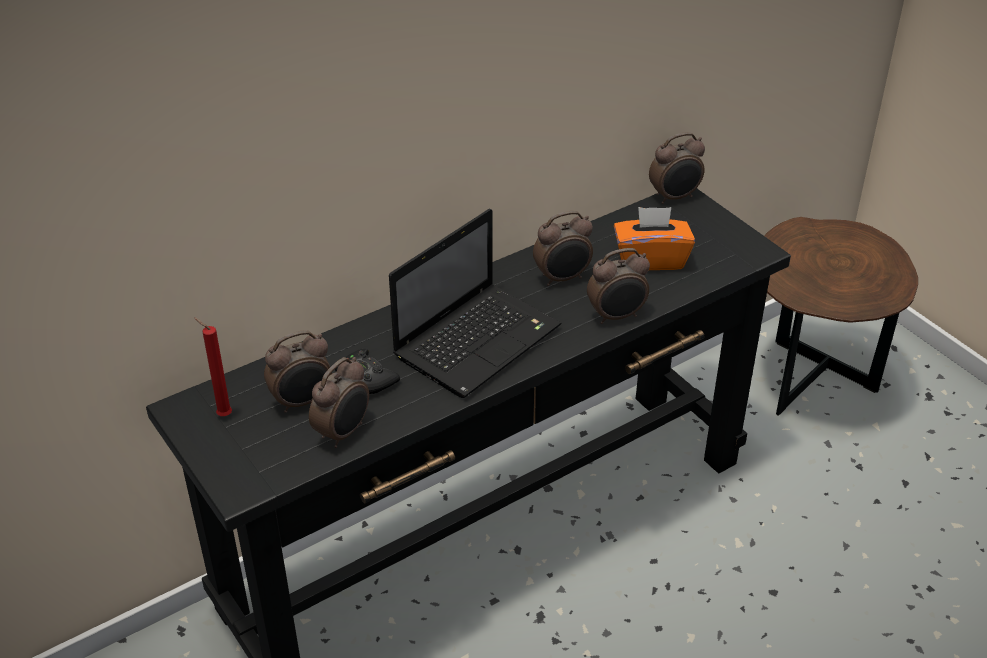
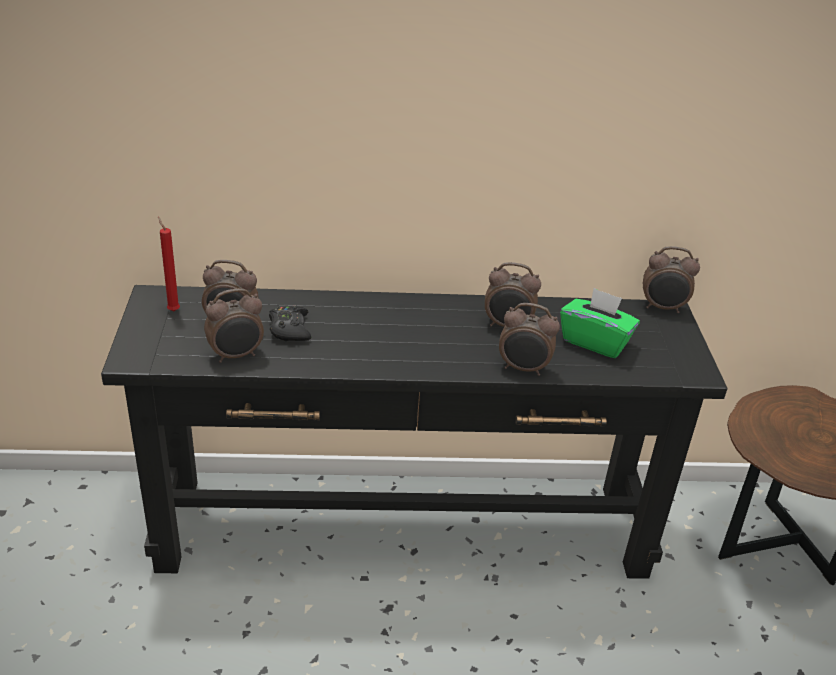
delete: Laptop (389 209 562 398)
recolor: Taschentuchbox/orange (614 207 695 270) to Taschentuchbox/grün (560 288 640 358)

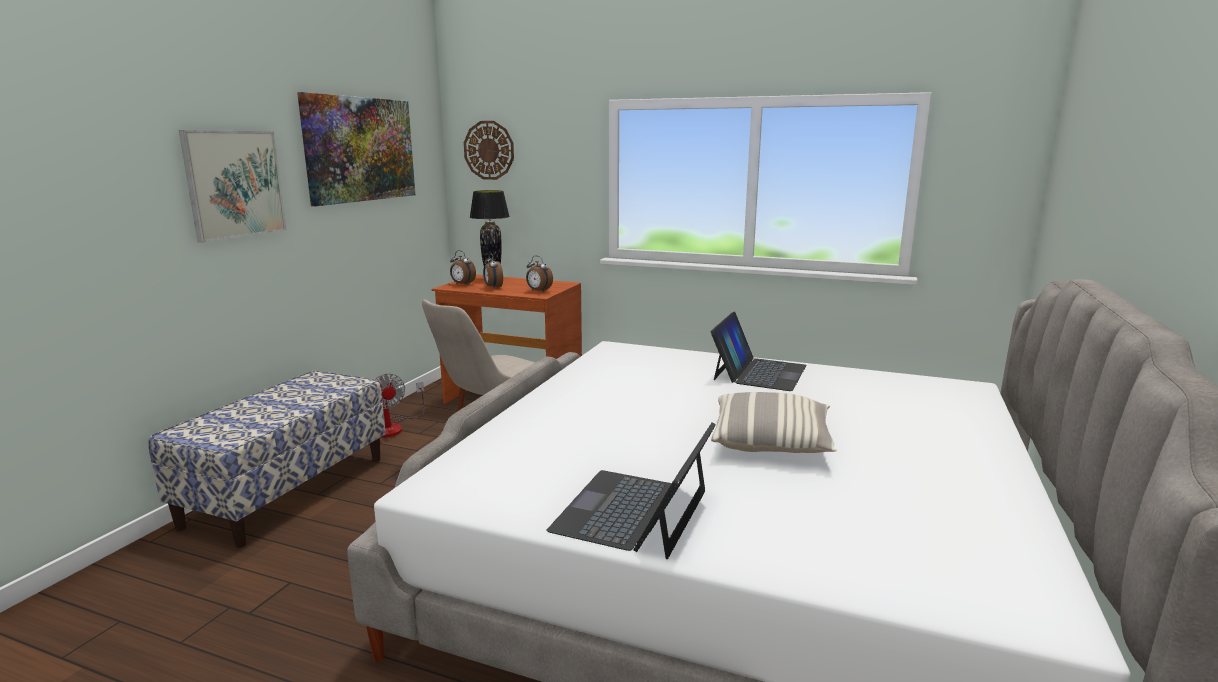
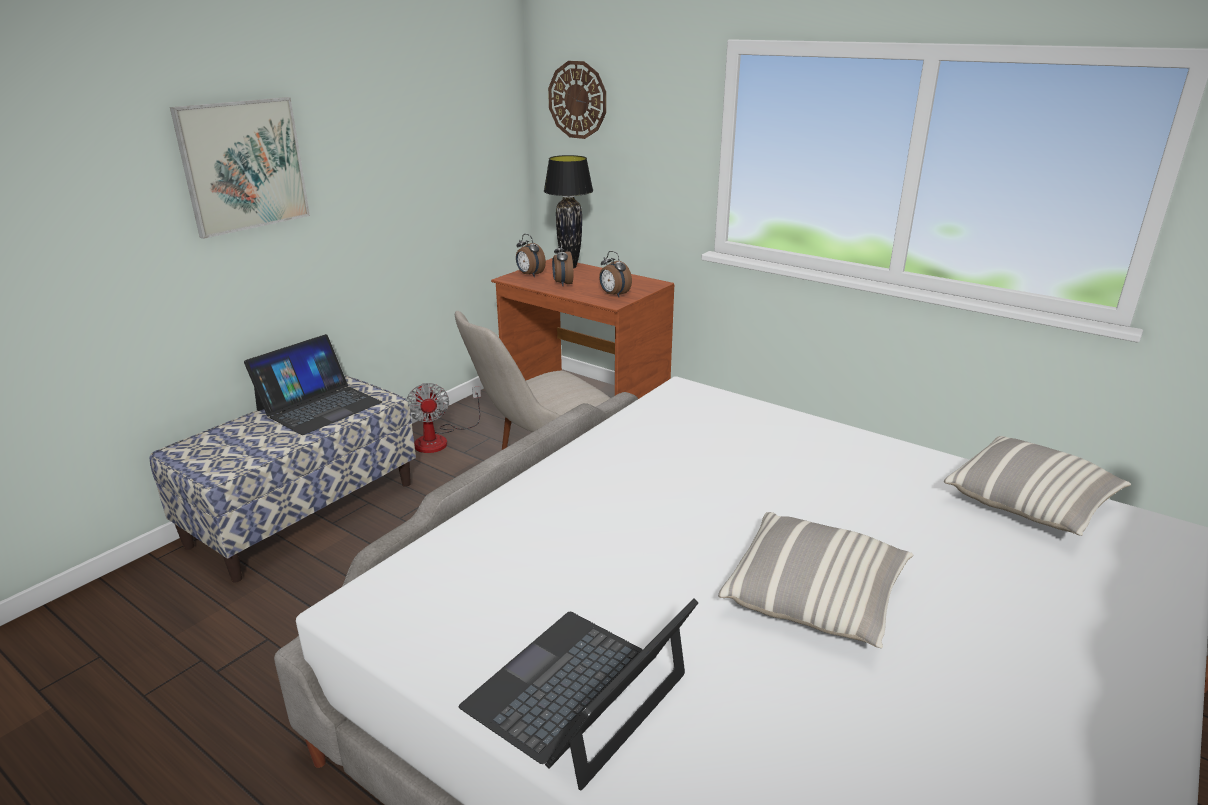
delete: Bild (297 92 415 206)
insert: Kissen (944 436 1131 536)
move: Laptop (711 311 806 391) to (244 334 382 435)

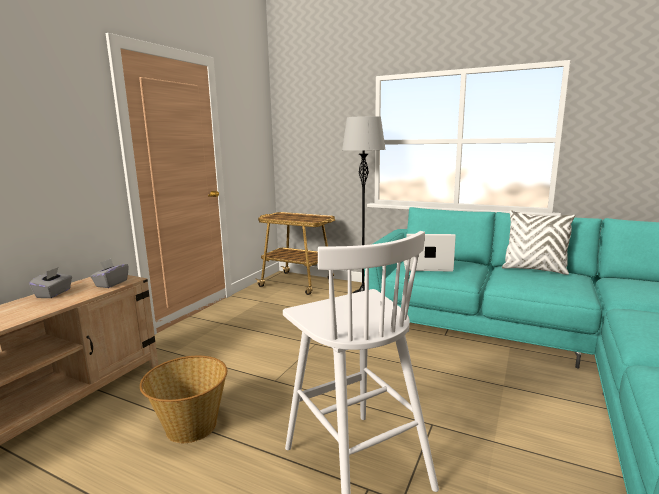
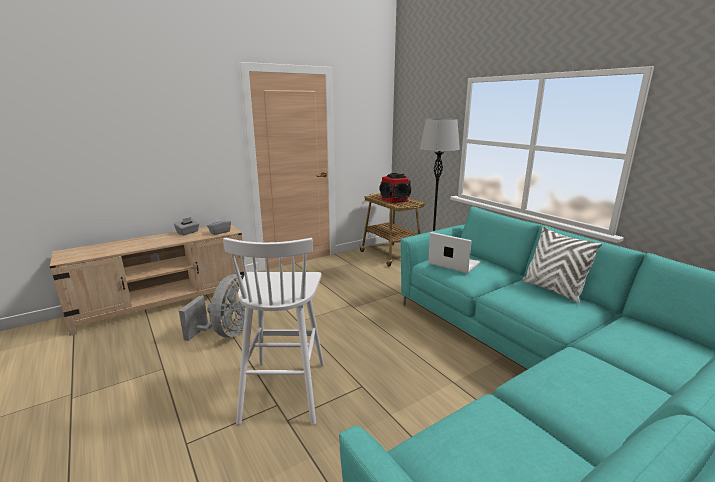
insert: Lautsprecher (379 173 411 203)
replace: Korb (140 356 227 443) to Ventilator/grau (179 274 245 341)

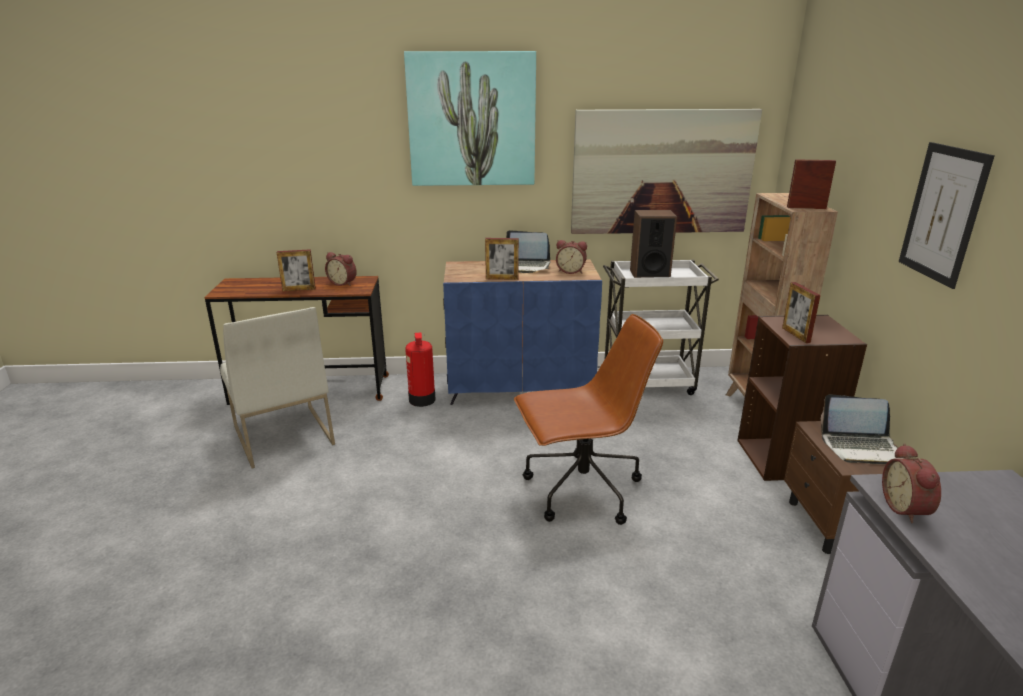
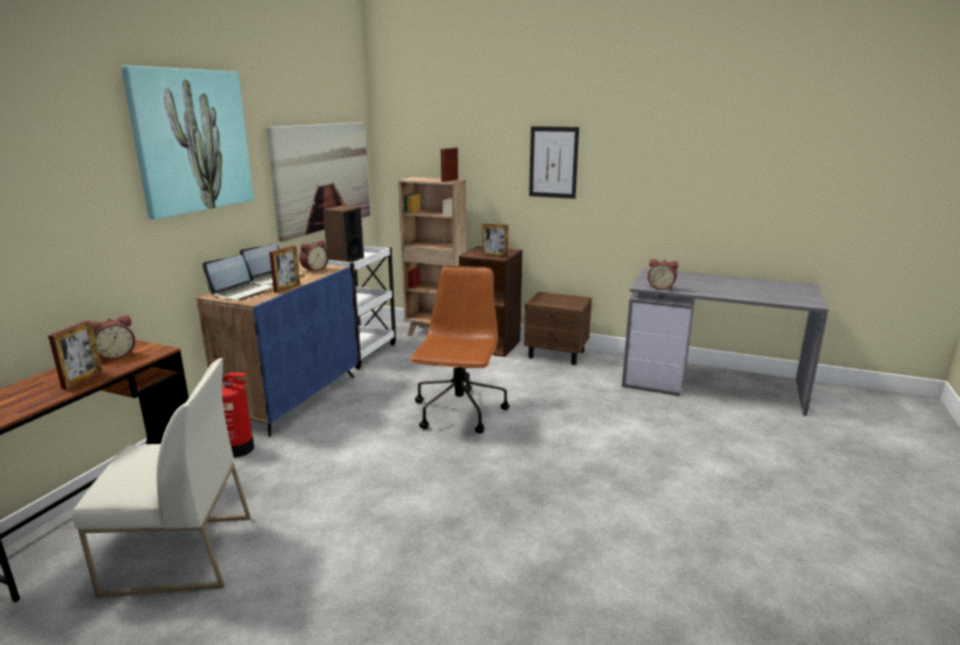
move: Laptop (821 394 898 464) to (202 255 273 300)

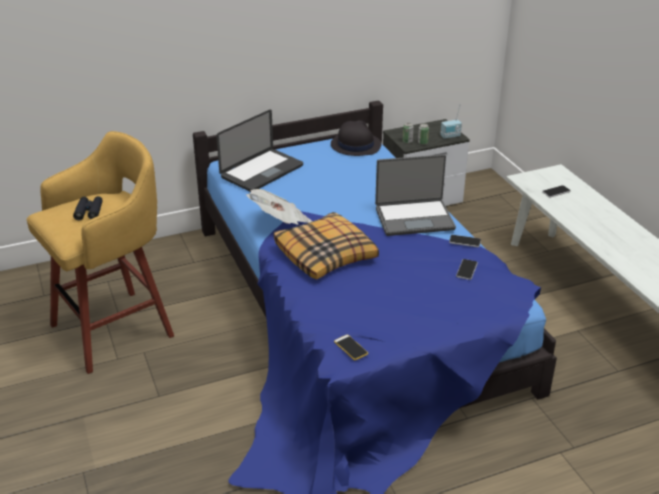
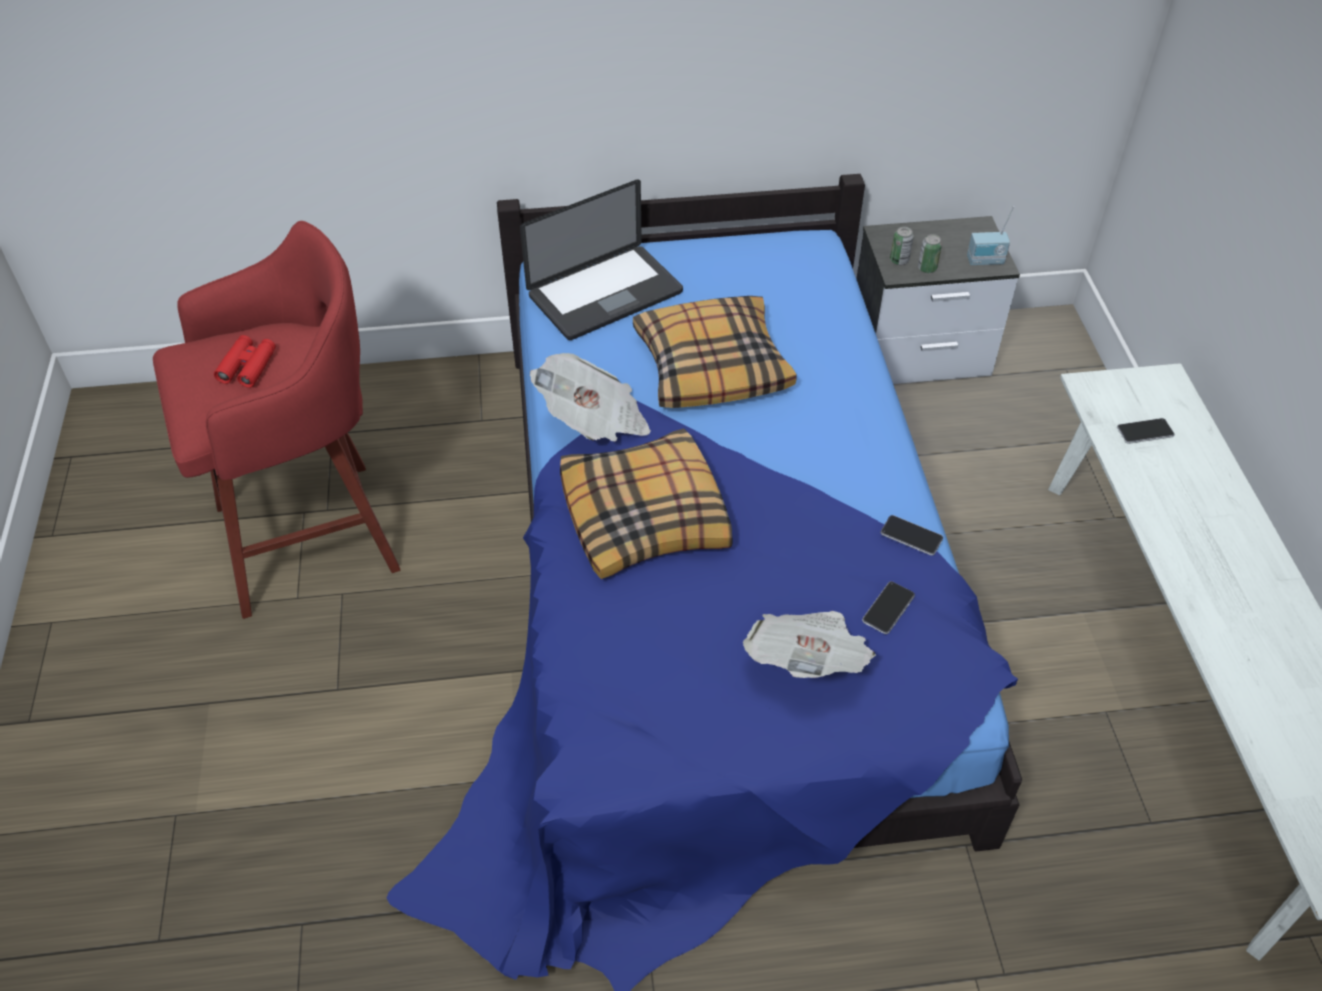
delete: Hut/schwarz (331 120 381 156); Handy (334 335 368 360); Laptop (375 154 456 236)
insert: Kissen (633 296 797 408); Zeitung (742 611 876 678)
recolor: Hocker/gelb (27 131 174 374) to Hocker/rot (153 221 400 619); Fernglas/schwarz (73 196 103 220) to Fernglas/rot (214 335 276 388)

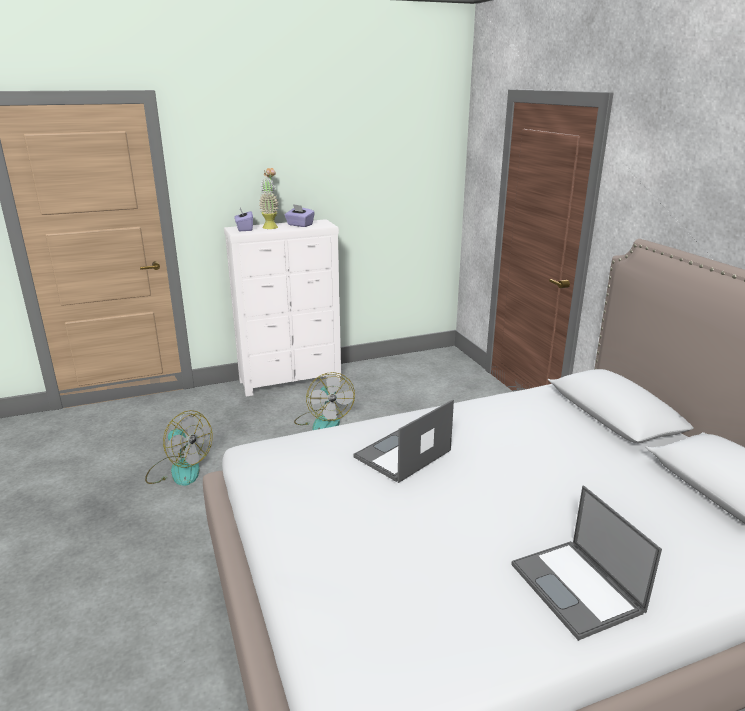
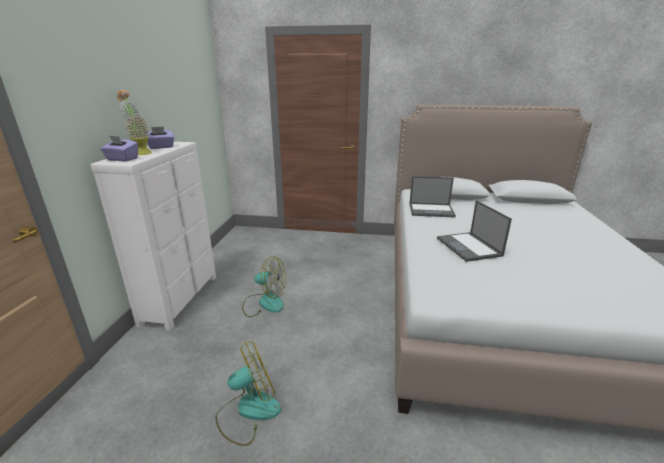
move: Laptop (511 485 662 641) to (409 176 456 218)

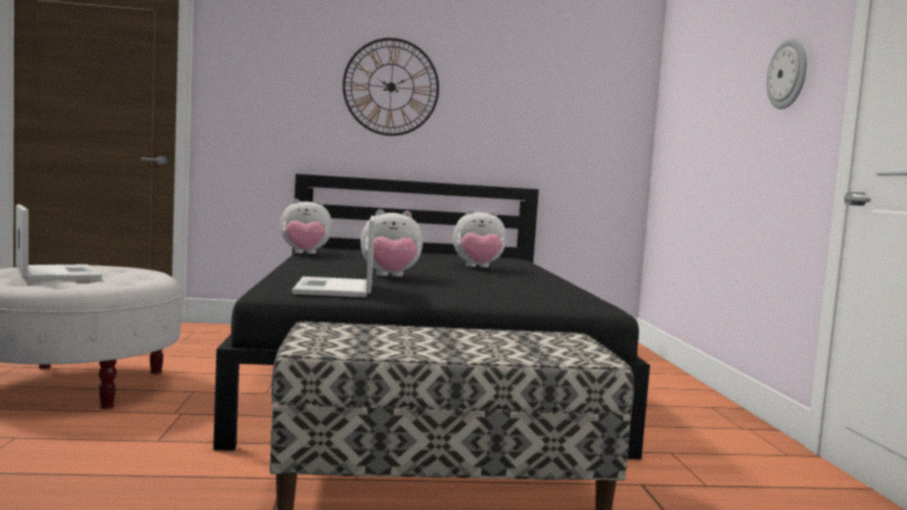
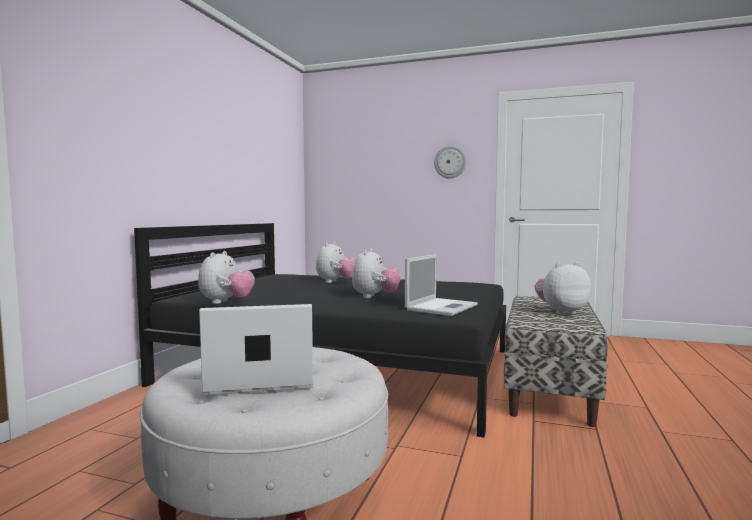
delete: Wanduhr (343 38 439 136)
insert: Plüschtier (534 262 591 315)
rotate: Laptop (292 216 375 297) = (405 254 478 316) 75 degrees counterclockwise

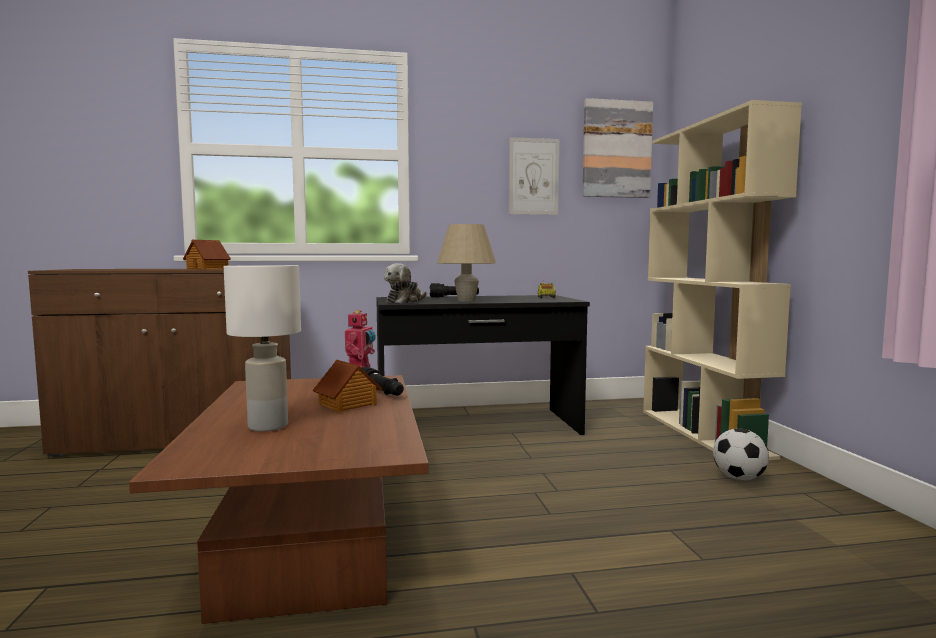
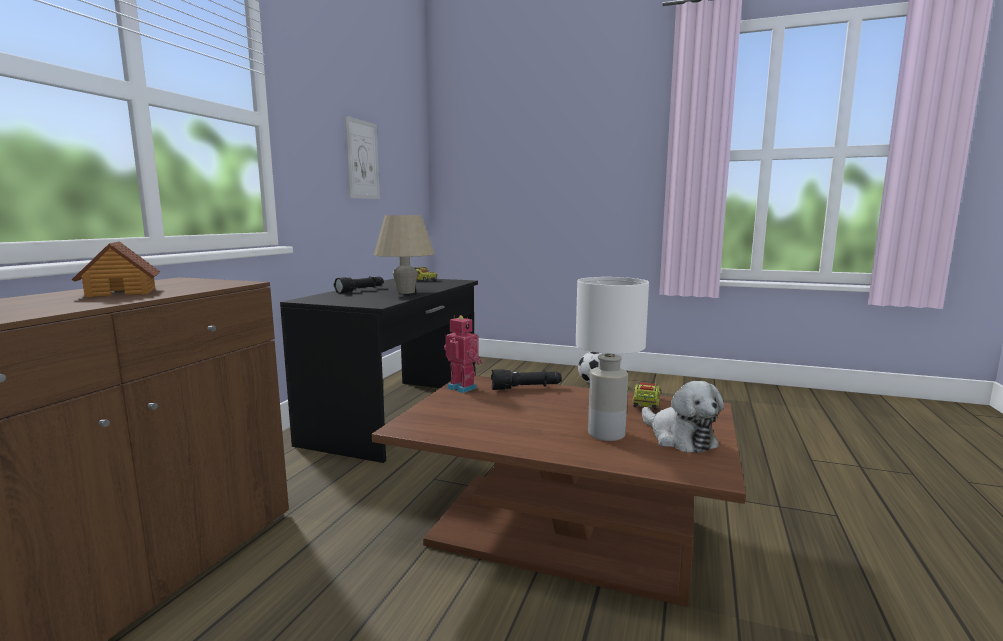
delete: Spielzeughaus (313 360 382 412); Bild (582 98 653 198); Bücherregal/beige (643 100 802 460)
insert: Spielzeuglaster (632 381 661 410)
move: Plüschtier (384 263 427 303) to (642 381 724 453)

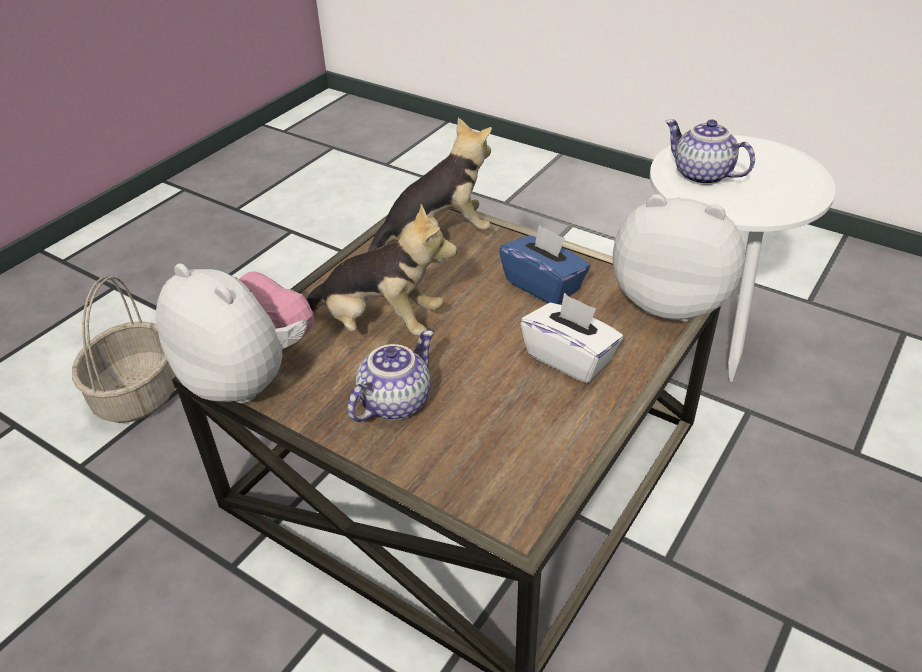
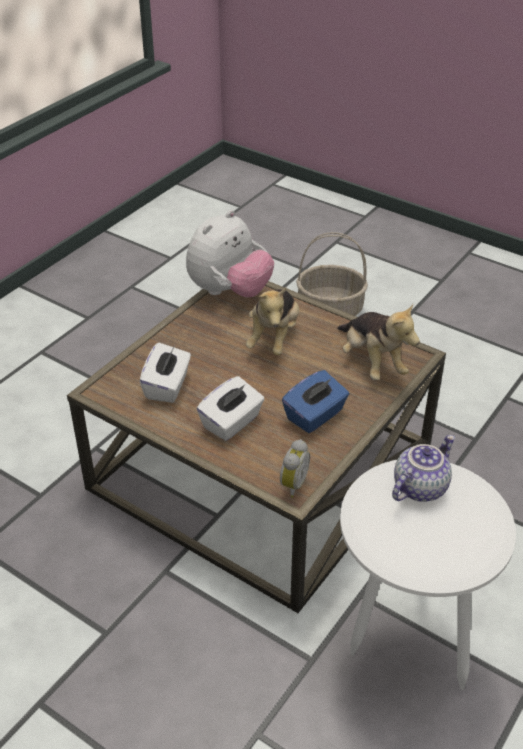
delete: Teekanne (347 330 434 422)
insert: Taschentuchbox/weiß (139 343 191 403)
replace: Plüschtier (613 194 745 322) to Wecker (280 439 310 498)

